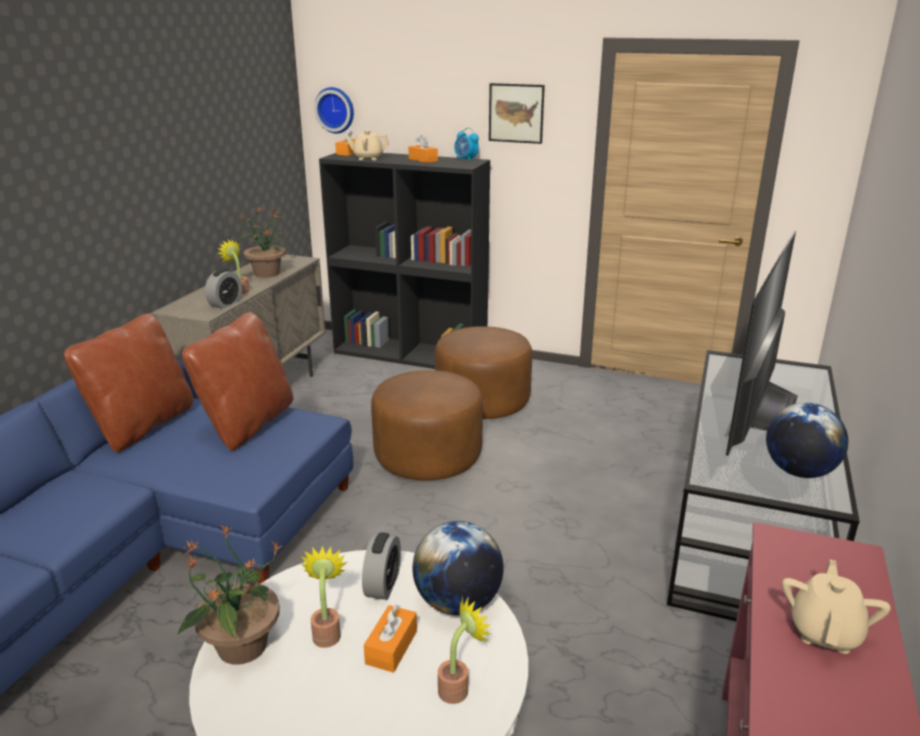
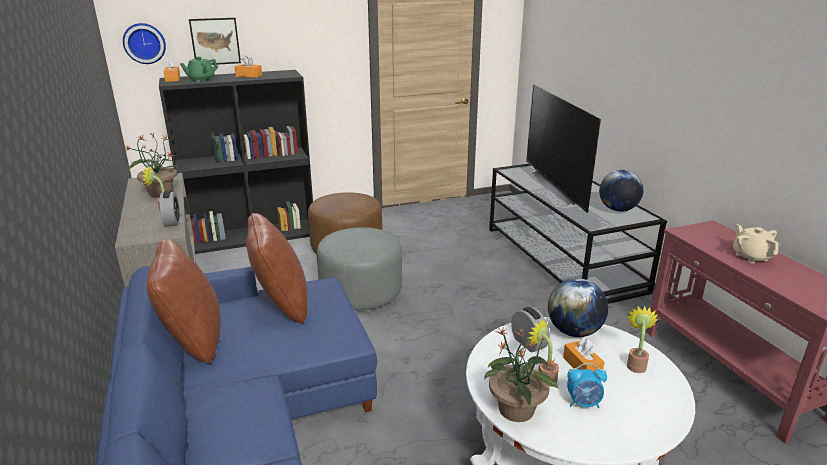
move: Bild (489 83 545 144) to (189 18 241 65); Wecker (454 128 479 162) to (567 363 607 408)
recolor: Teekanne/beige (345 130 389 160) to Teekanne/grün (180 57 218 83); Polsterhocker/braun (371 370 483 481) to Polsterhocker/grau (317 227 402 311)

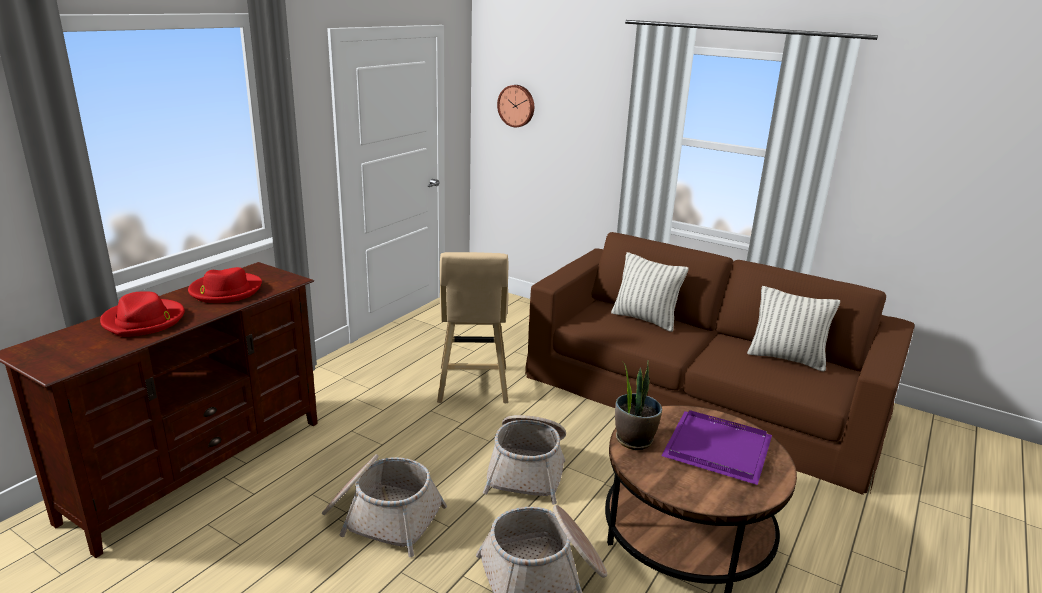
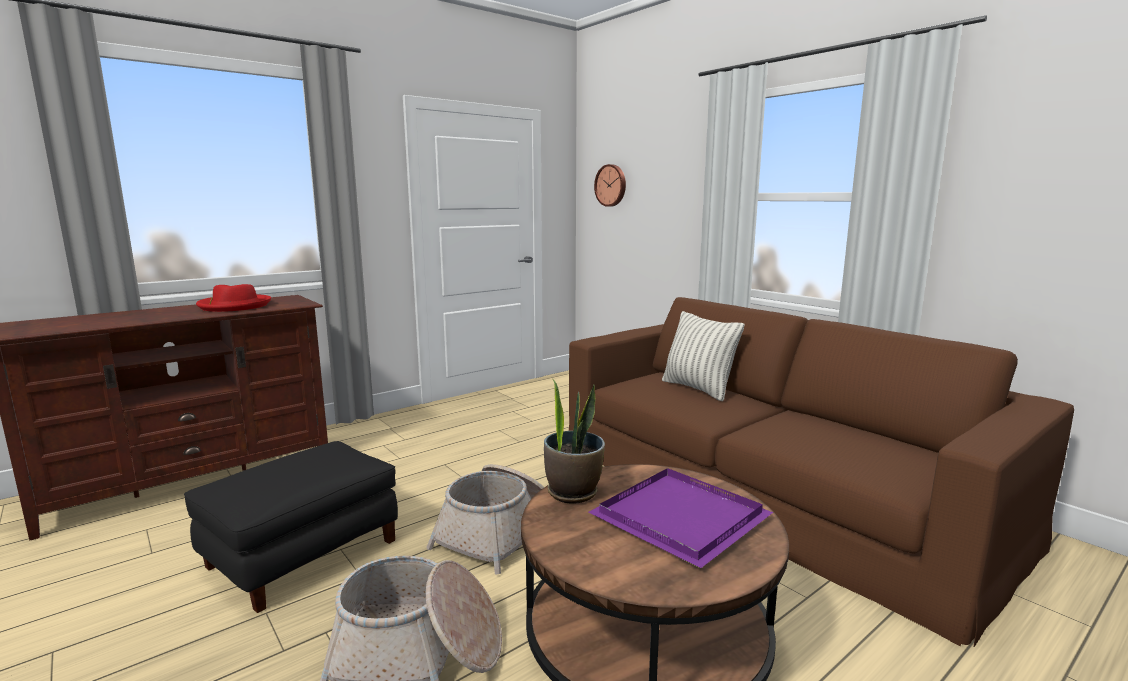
delete: Hut/rot (100 291 185 337); Hocker/beige (437 252 509 403); Kissen (747 286 840 372)
replace: Korb (322 454 447 557) to Polsterhocker/schwarz (184 441 398 613)

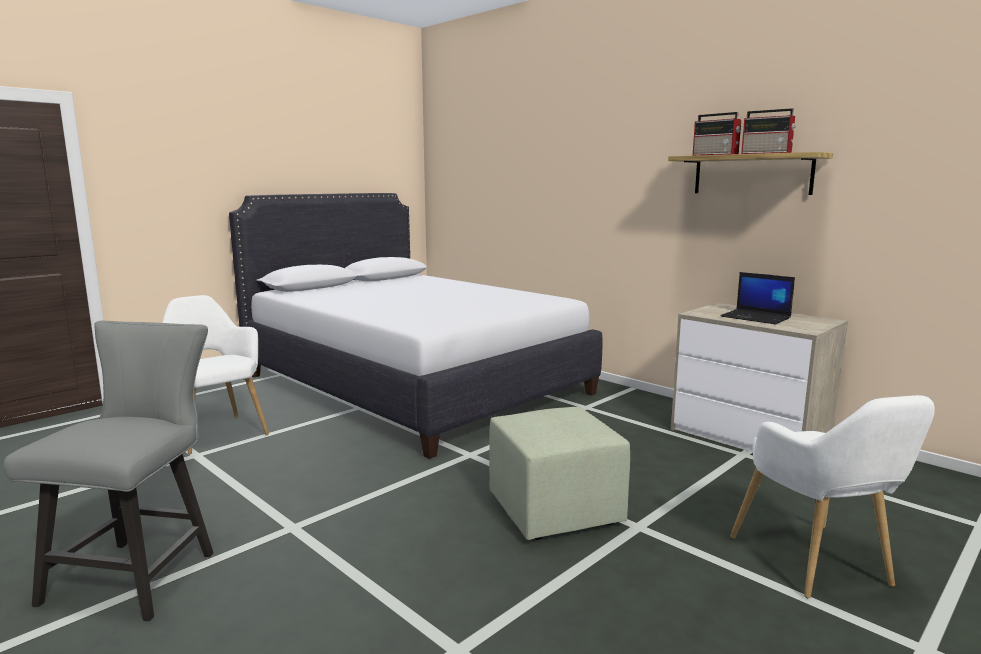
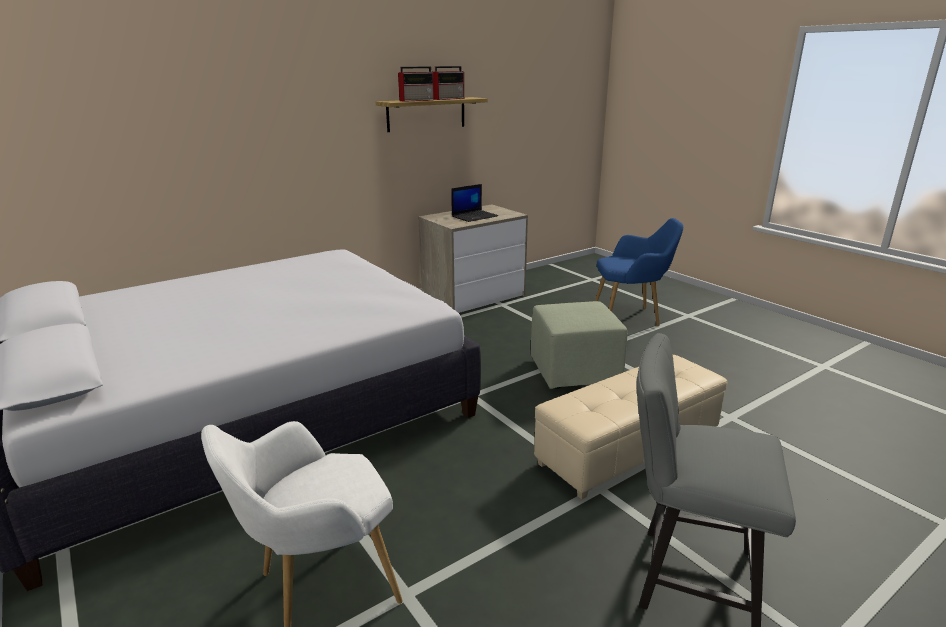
insert: Polsterhocker/beige (534 355 727 499)
recolor: Sessel/weiß (730 395 935 598) to Sessel/blau (595 218 683 326)

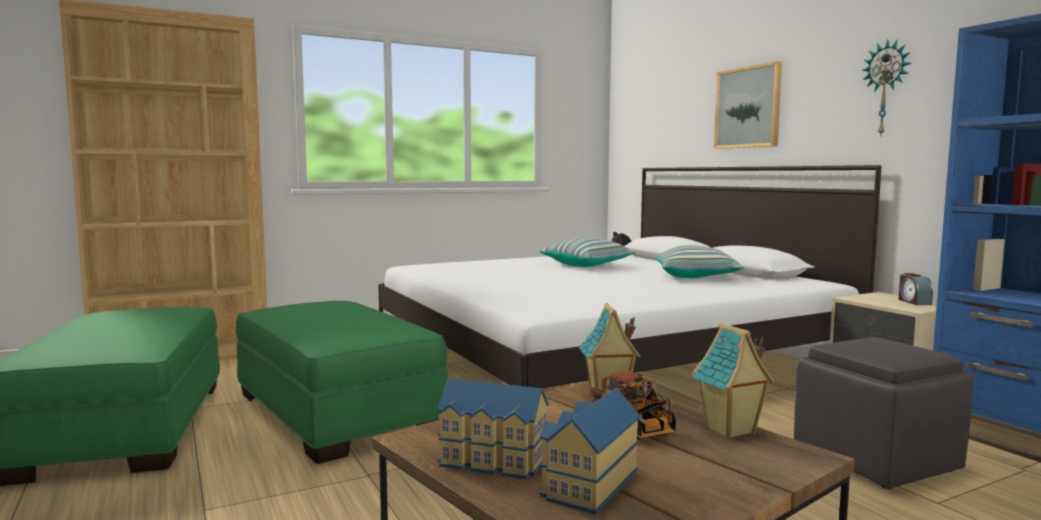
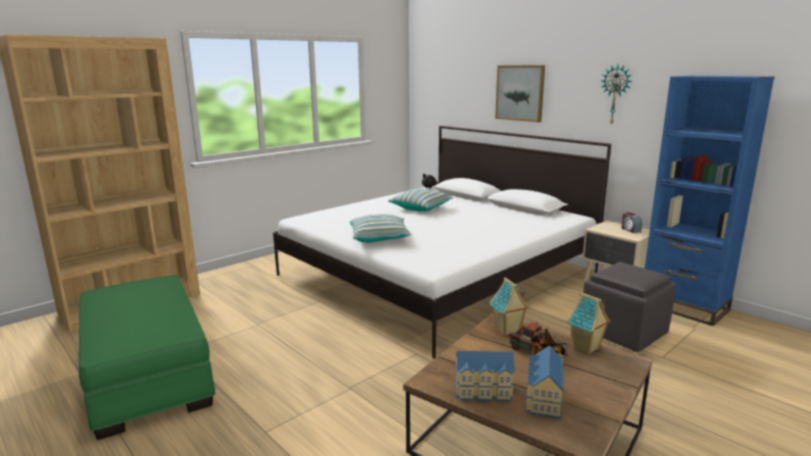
delete: Polsterhocker/grün (236 301 448 464)
move: Kissen (655 245 744 278) to (350 214 411 242)

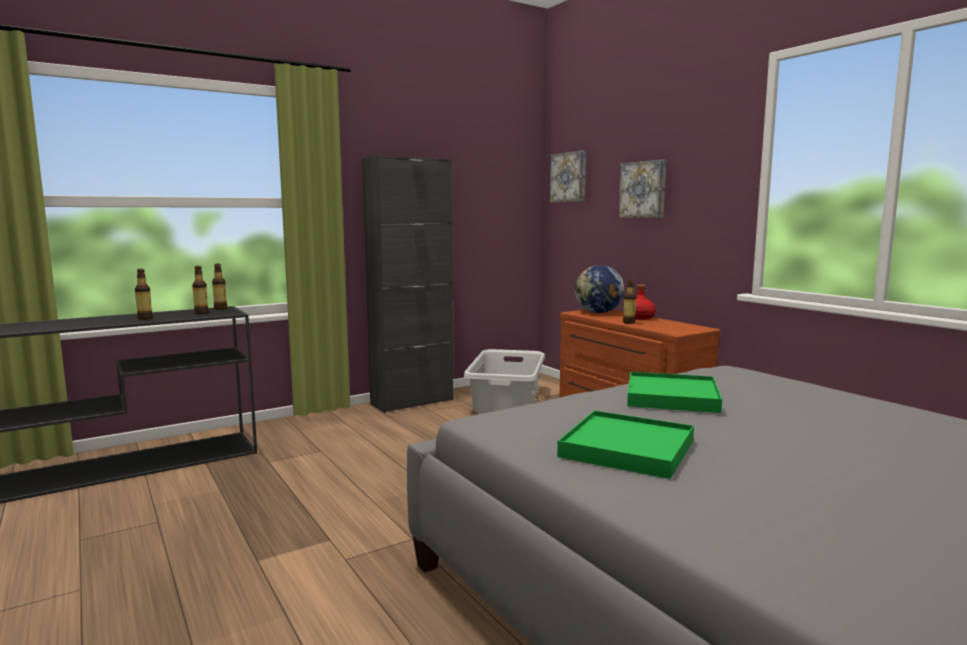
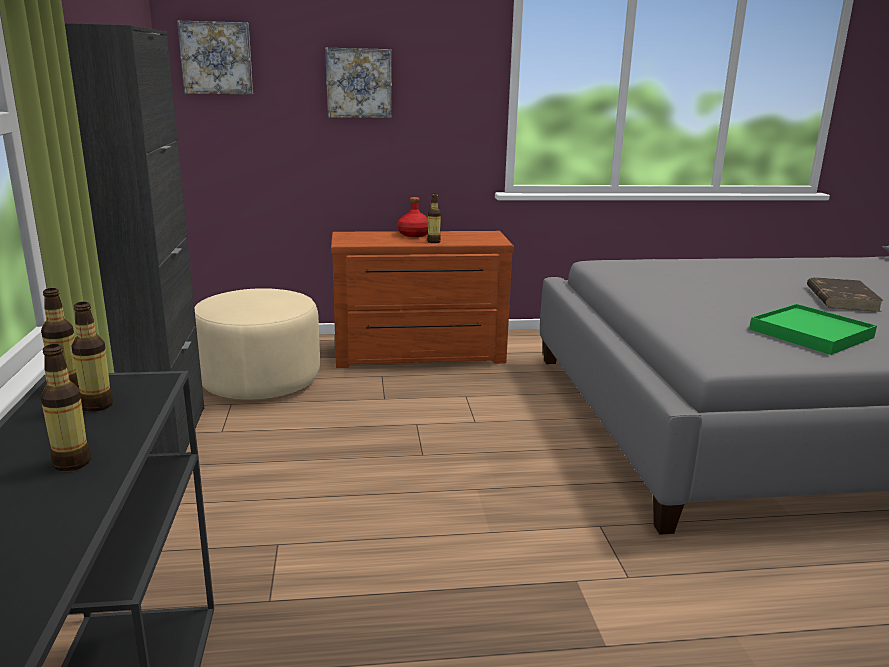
delete: Globus (575 265 624 313); Tablett/grün (627 372 722 413)
insert: Buch/braun (807 277 884 312)
replace: Wäschekorb/grau (464 349 545 413) to Polsterhocker/beige (195 288 320 400)

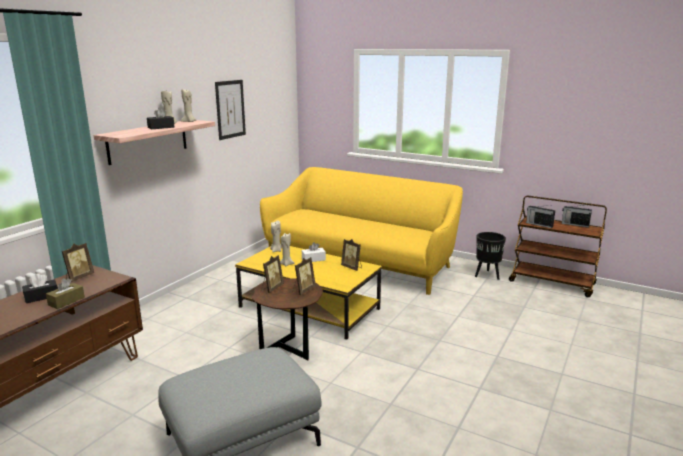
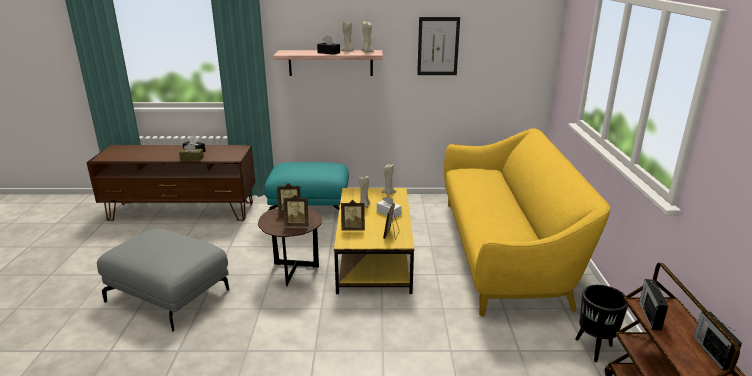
insert: Polsterhocker/türkis (265 162 349 210)
move: Bilderrahmen (62 243 94 282) to (341 200 365 231)

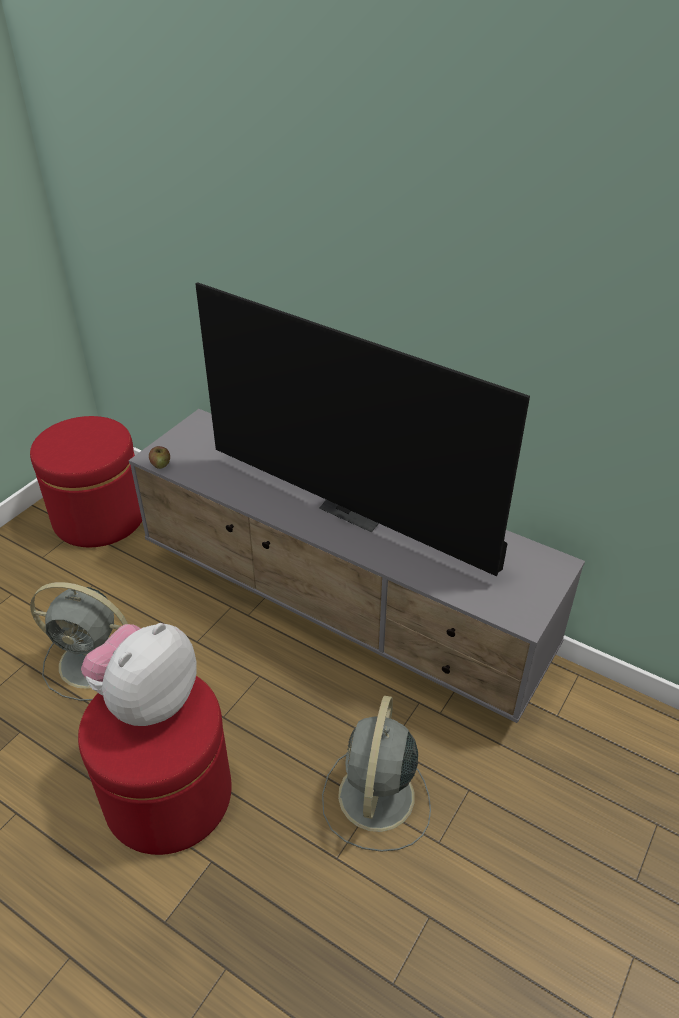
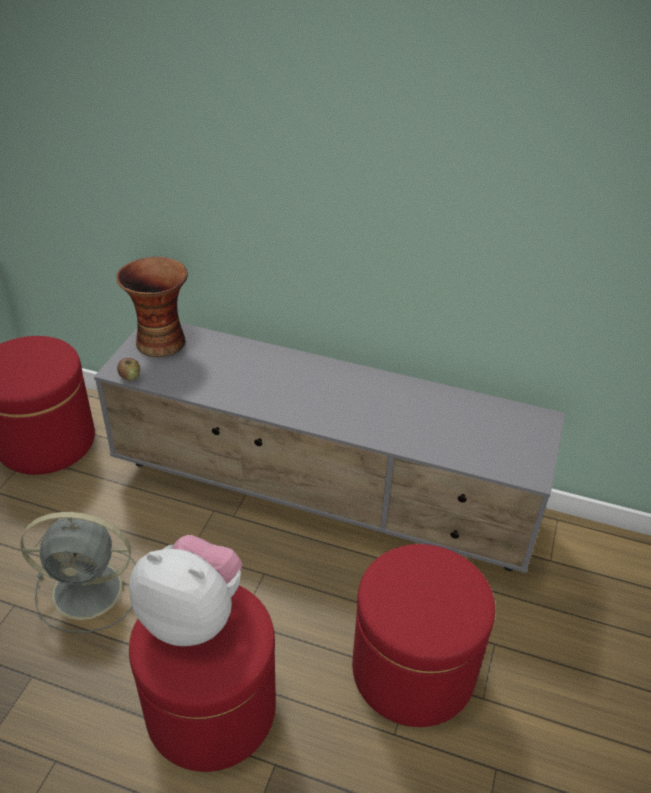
delete: Fernseher (195 282 530 576)
insert: Vase (116 257 188 357)
replace: Ventilator/grau (322 696 431 852) to Polsterhocker/rot (352 544 495 727)
rotate: Plüschtier (81 623 197 726) = (129 535 242 646) 90 degrees clockwise

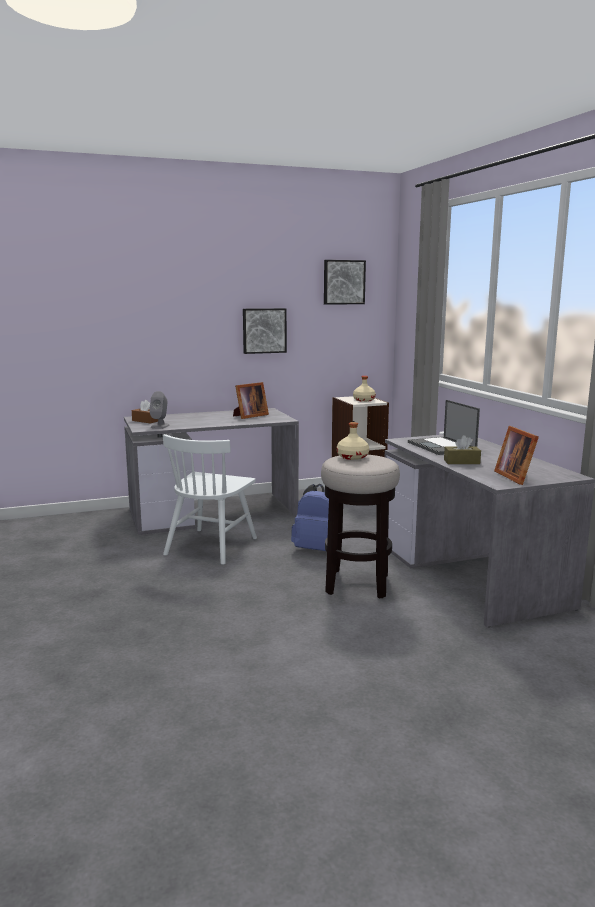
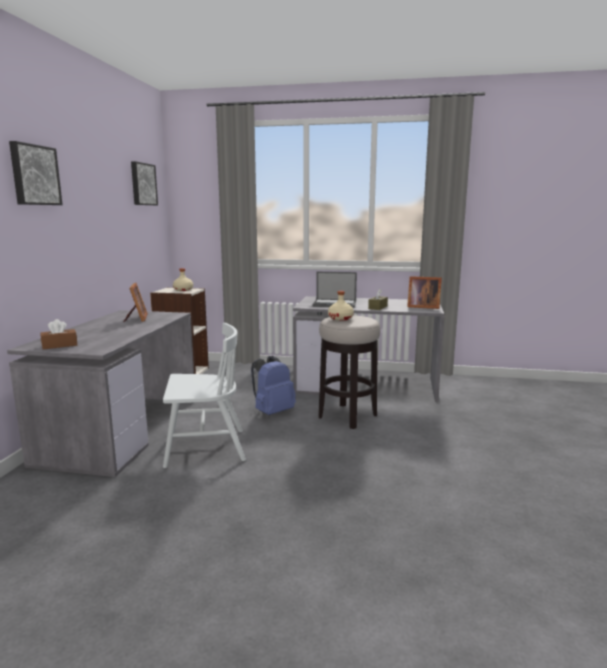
delete: Lautsprecher/grau (149 391 170 429)
move: Bild (243 308 287 354) to (9 141 63 205)
rotate: Stuhl/weiß (163 434 257 565) = (163 323 246 468) 60 degrees counterclockwise

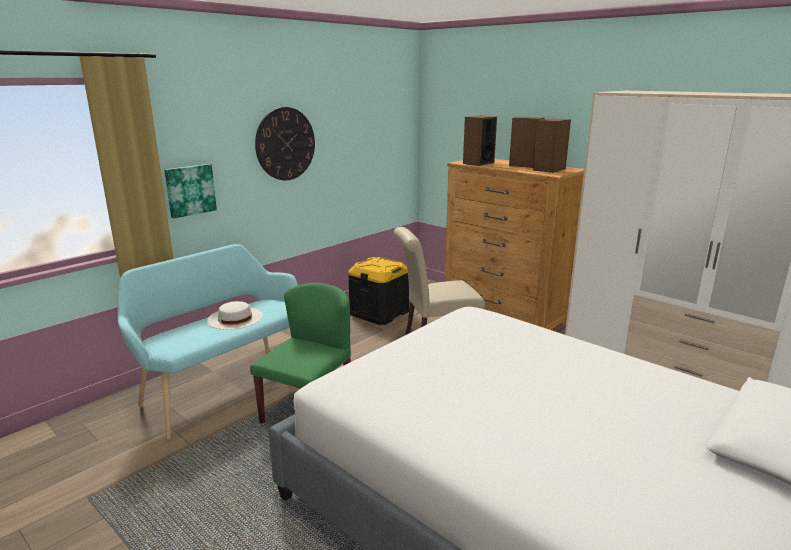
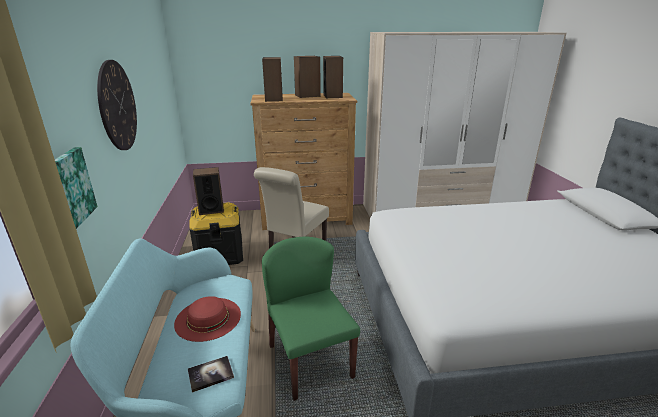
insert: Buch (188 356 234 393); Lautsprecher (193 167 224 215)
recolor: Hut/weiß (207 301 263 330) to Hut/rot (174 296 241 342)

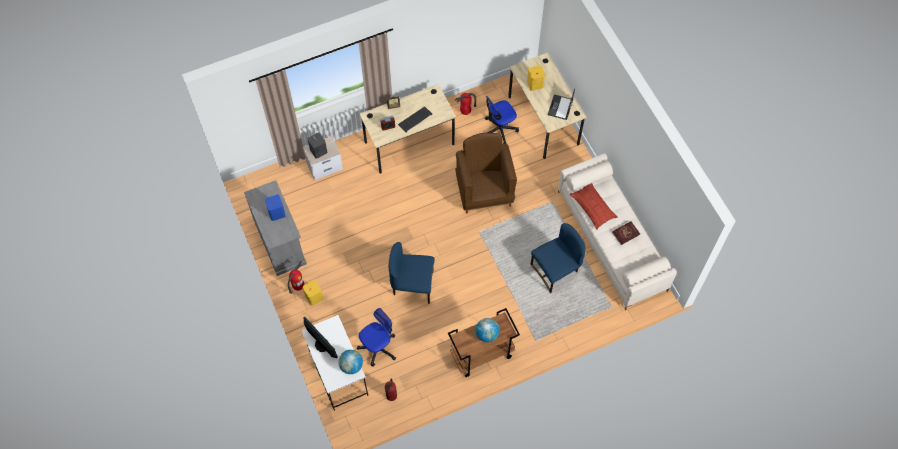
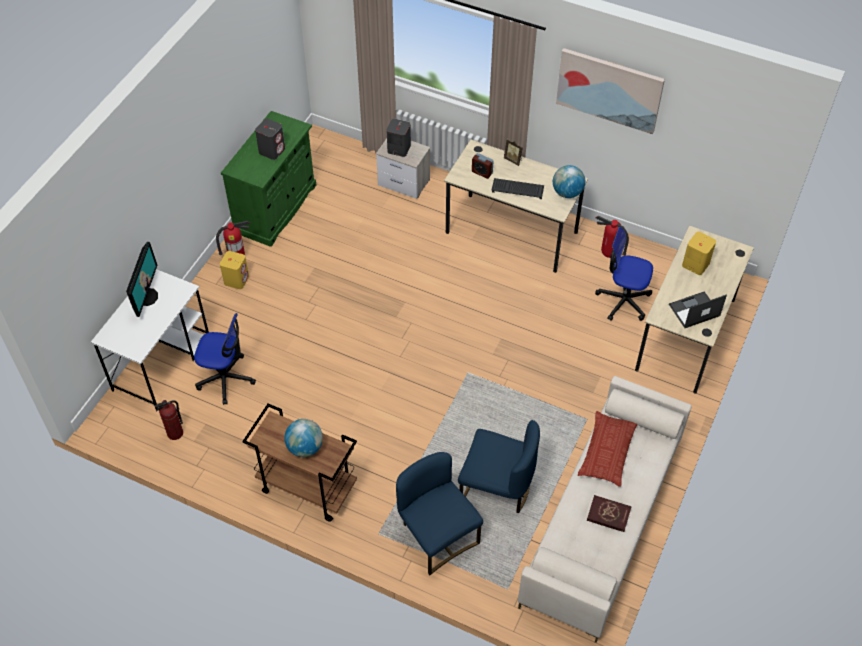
delete: Sessel/braun (455 133 517 214)
insert: Bild (556 48 665 134)
move: Stuhl/blau (389 242 435 304) to (396 452 483 575); Globus (338 350 363 374) to (553 165 585 198)
recolor: Schrank/grau (244 180 307 276) to Schrank/grün (221 111 316 247); Lautsprecher/blau (265 194 286 221) to Lautsprecher/grau (255 119 285 160)

